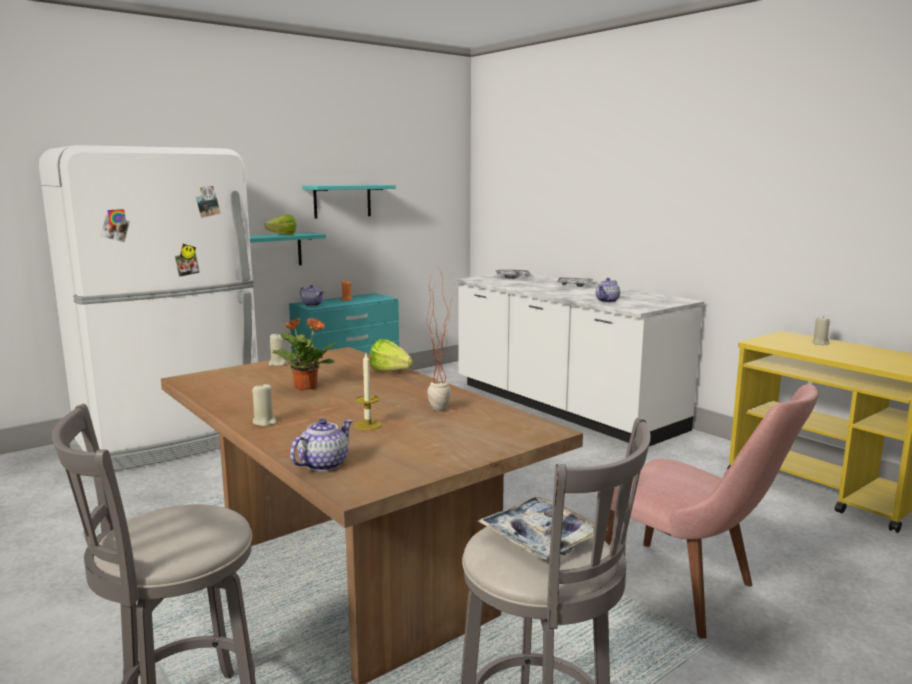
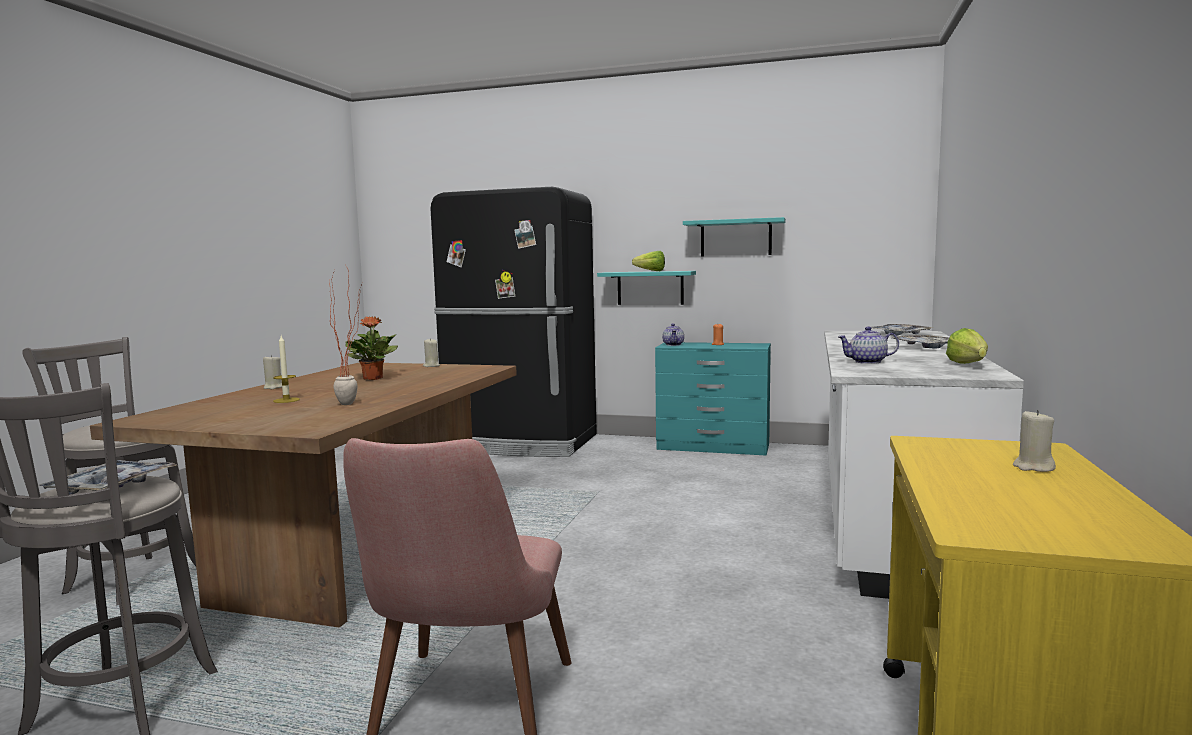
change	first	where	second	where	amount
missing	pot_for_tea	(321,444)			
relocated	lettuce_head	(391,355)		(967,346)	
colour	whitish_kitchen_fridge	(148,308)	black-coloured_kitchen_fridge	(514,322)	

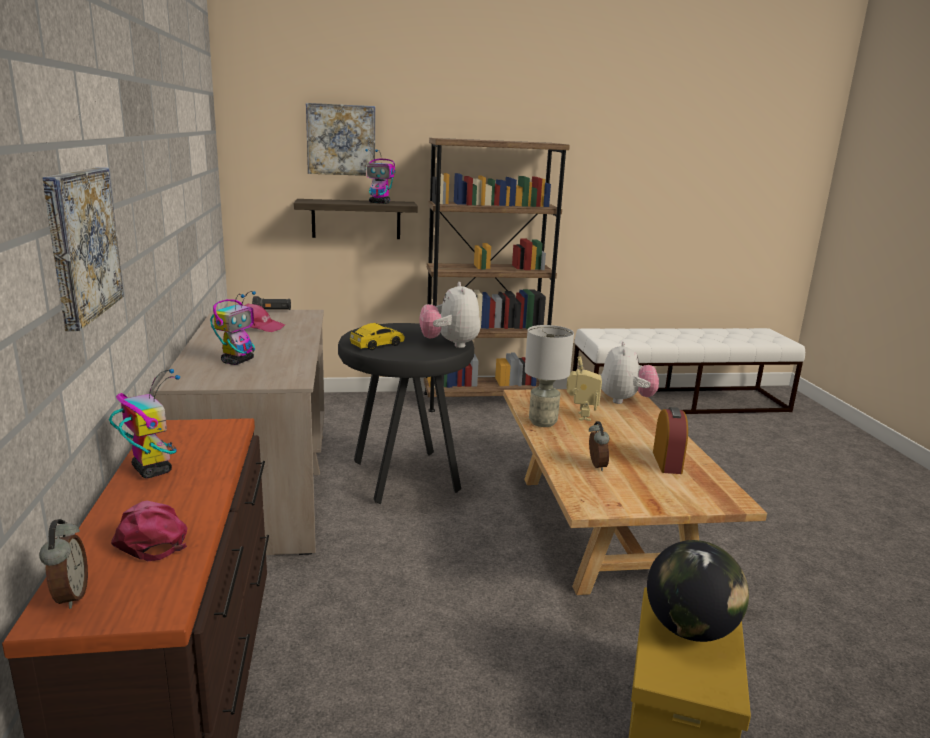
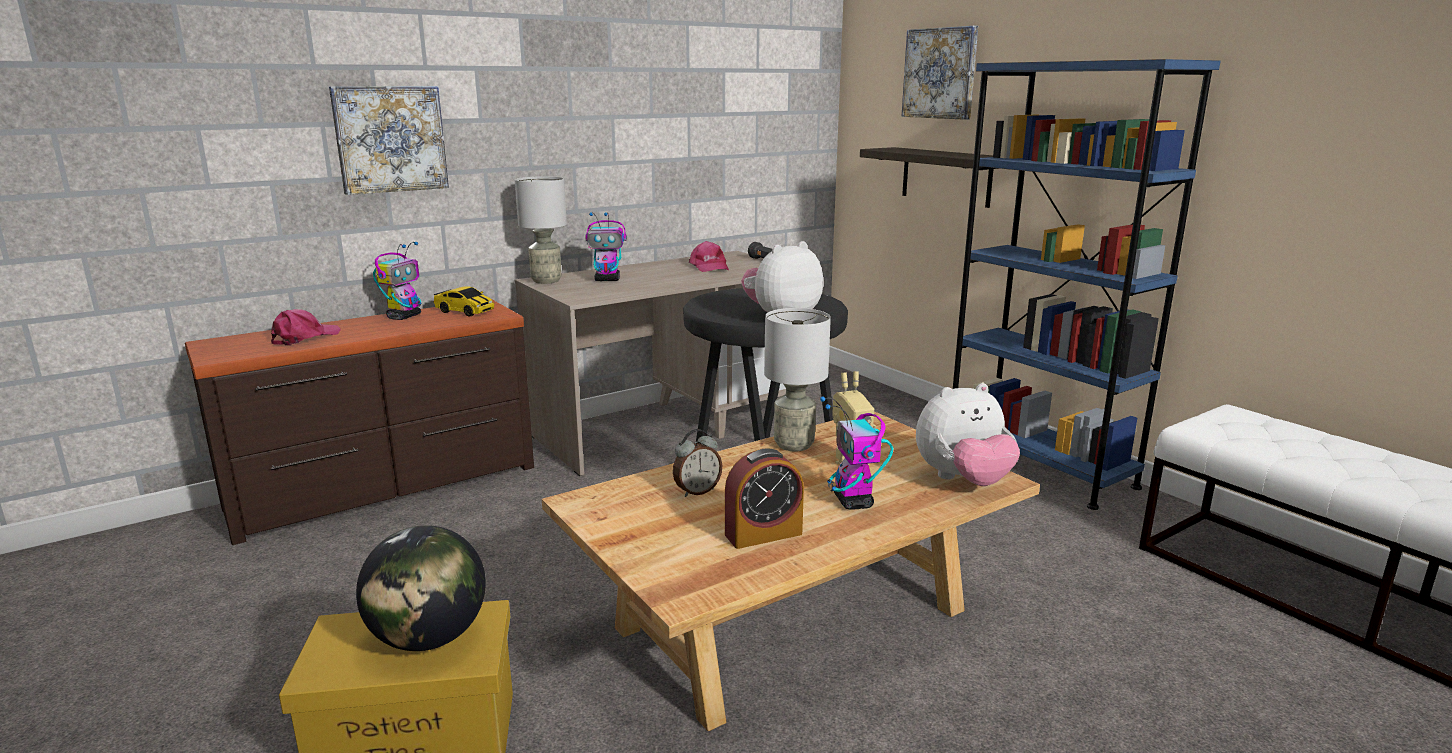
change	first	where	second	where	amount
missing	table_clock	(63,564)			
appeared			gray_tabletop_lamp	(541,230)	
relocated	miniature_car	(377,336)		(463,301)	
relocated	toy_robot	(380,176)		(856,453)	
colour	brown-coloured_bookshelf	(497,275)	blue_bookshelf	(1087,284)	

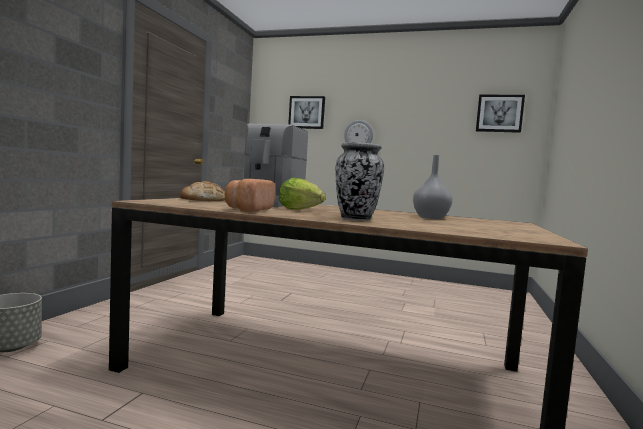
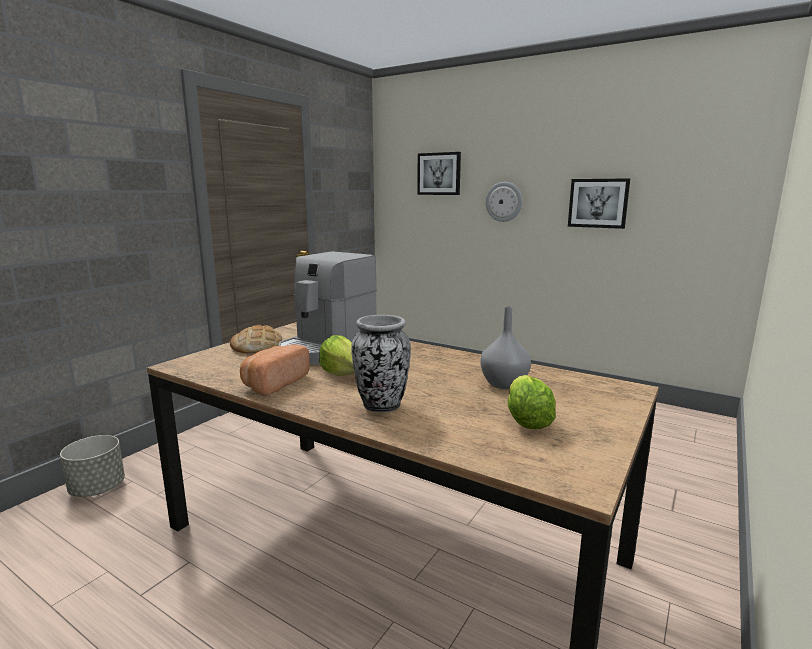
change	first	where	second	where	amount
appeared			lettuce_head	(532,402)	
relocated	picture	(500,114)		(599,203)	

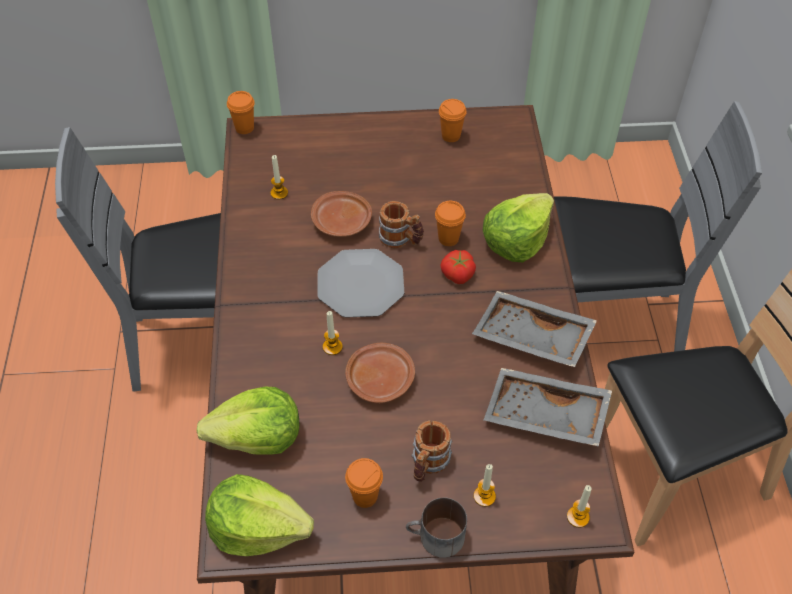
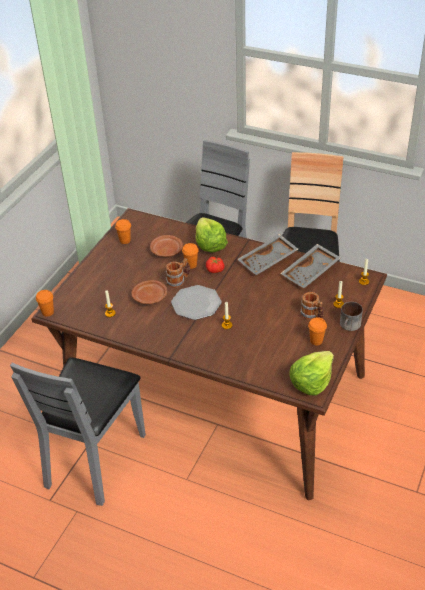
change	first	where	second	where	amount
missing	lettuce_head	(247,420)			
relocated	brown-coloured_dinner_plate	(380,373)		(166,246)	

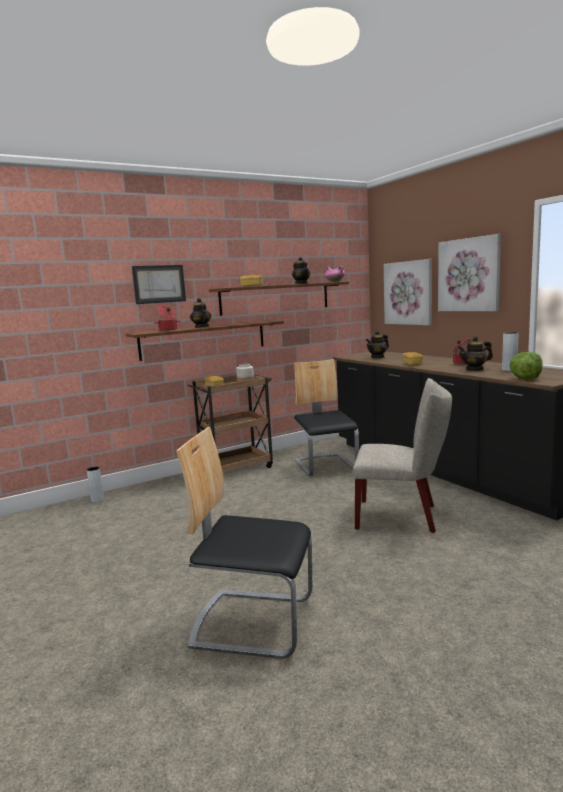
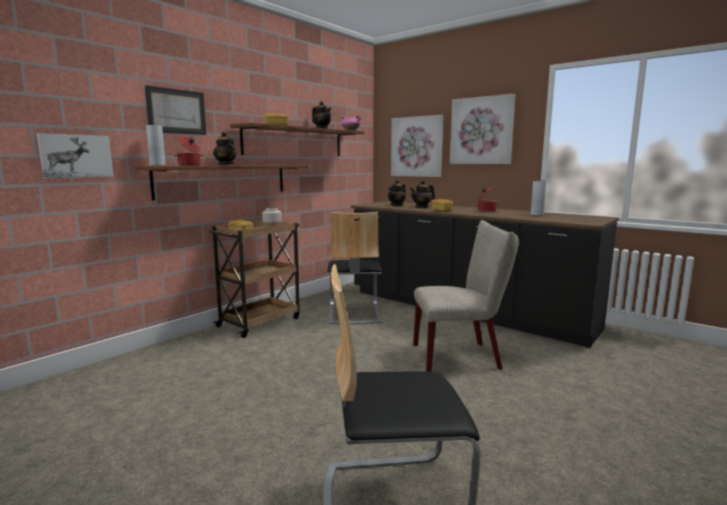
change	first	where	second	where	amount
missing	lettuce_head	(526,366)			
appeared			picture	(75,155)	
relocated	gray_vase	(95,485)		(156,145)	
relocated	pot_for_tea	(475,353)		(422,194)	
spun	plain_chair	(326,417)		(354,268)	150 degrees counterclockwise

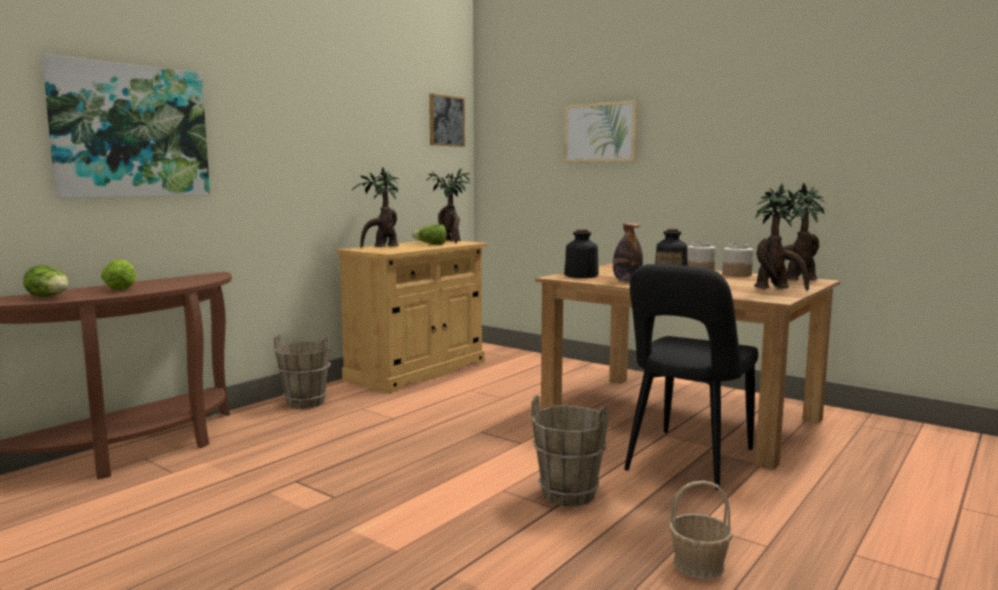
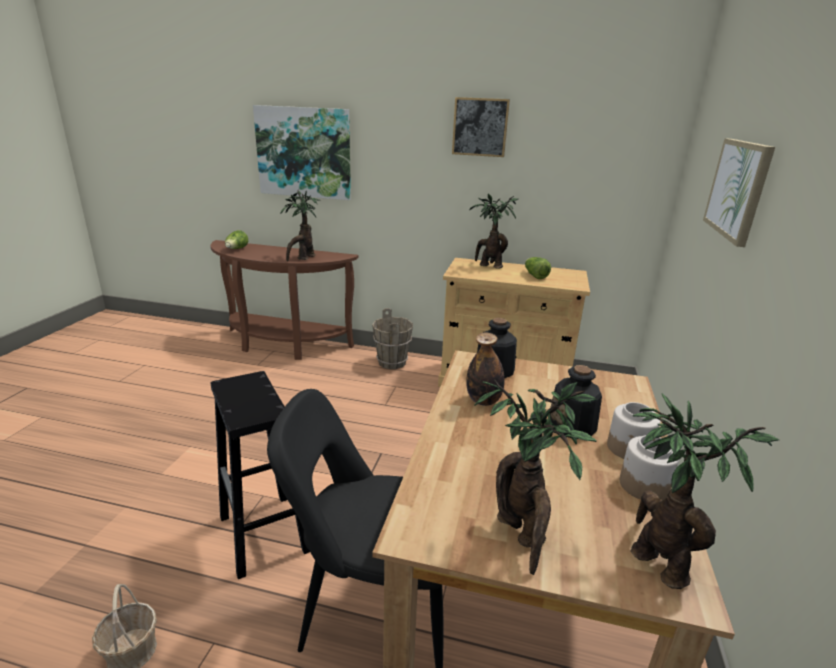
change	first	where	second	where	amount
missing	lettuce_head	(118,274)			
relocated	houseplant	(448,205)		(300,225)	
relocated	picture	(447,120)		(481,127)	
exchanged	brown-coloured_bucket	(570,450)	black-coloured_stool	(260,475)	

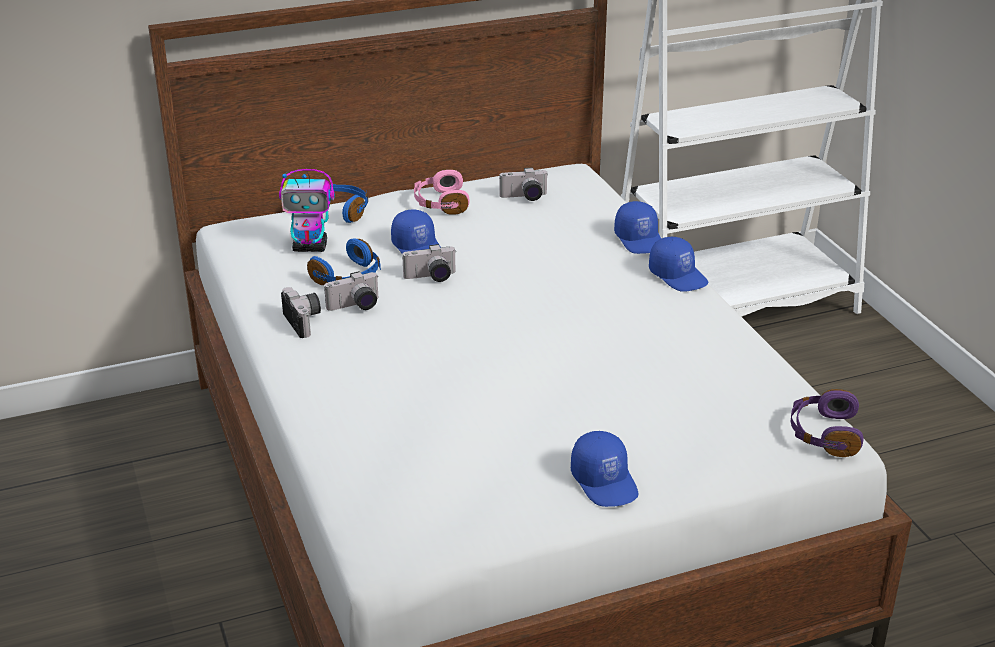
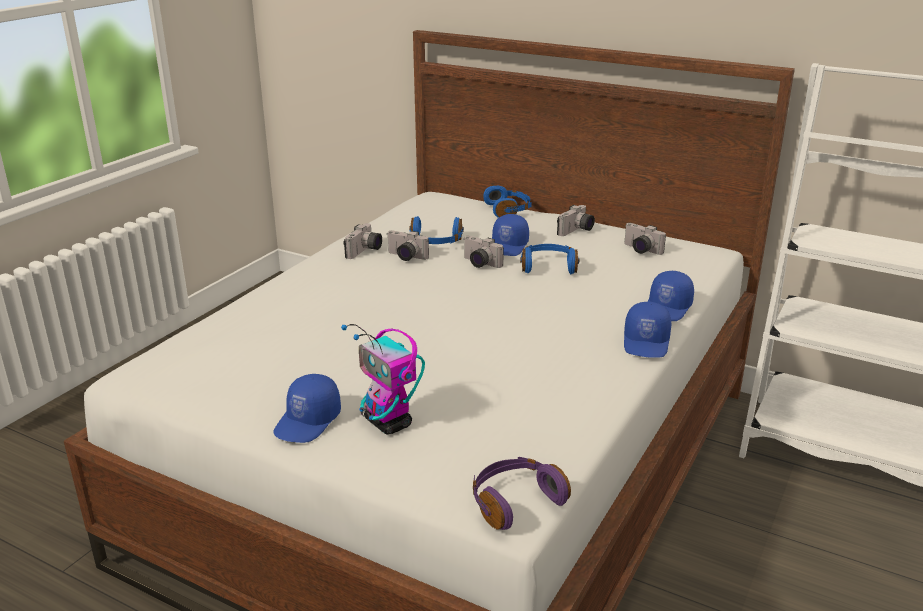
change	first	where	second	where	amount
appeared			blue_headphones	(549,259)	
relocated	toy_robot	(307,210)		(383,379)	
exchanged	pinkish_headphones	(441,192)	still_camera	(576,220)	

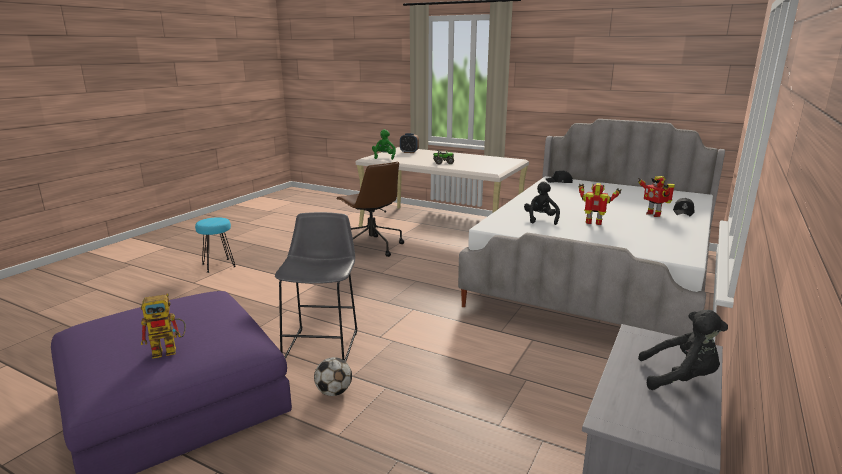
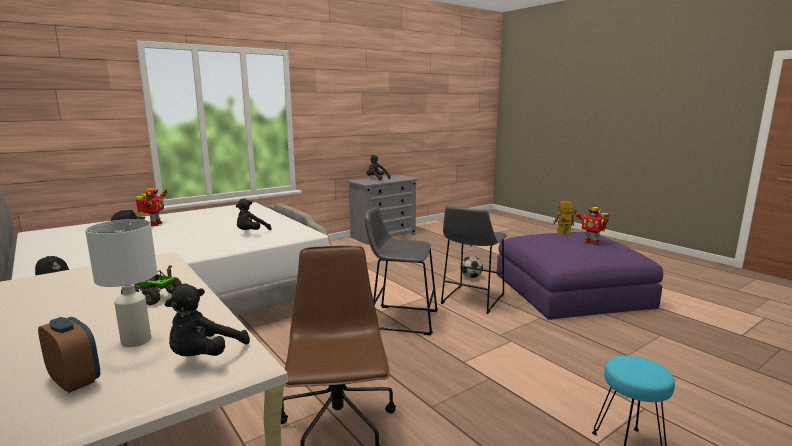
change	first	where	second	where	amount
appeared			whitish_tabletop_lamp	(121,283)	
appeared			gray_stool	(401,271)	
relocated	toy_robot	(600,204)		(591,226)	
colour	green-coloured_plush_toy	(384,144)	black-coloured_plush_toy	(207,320)	

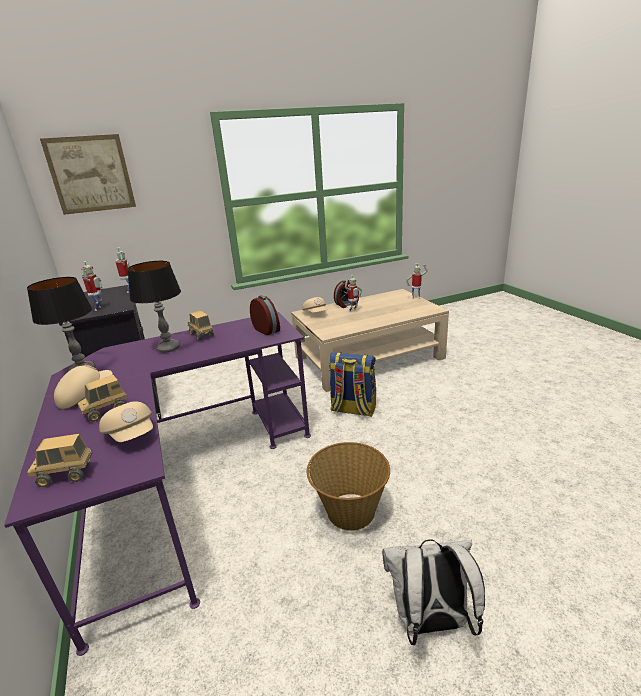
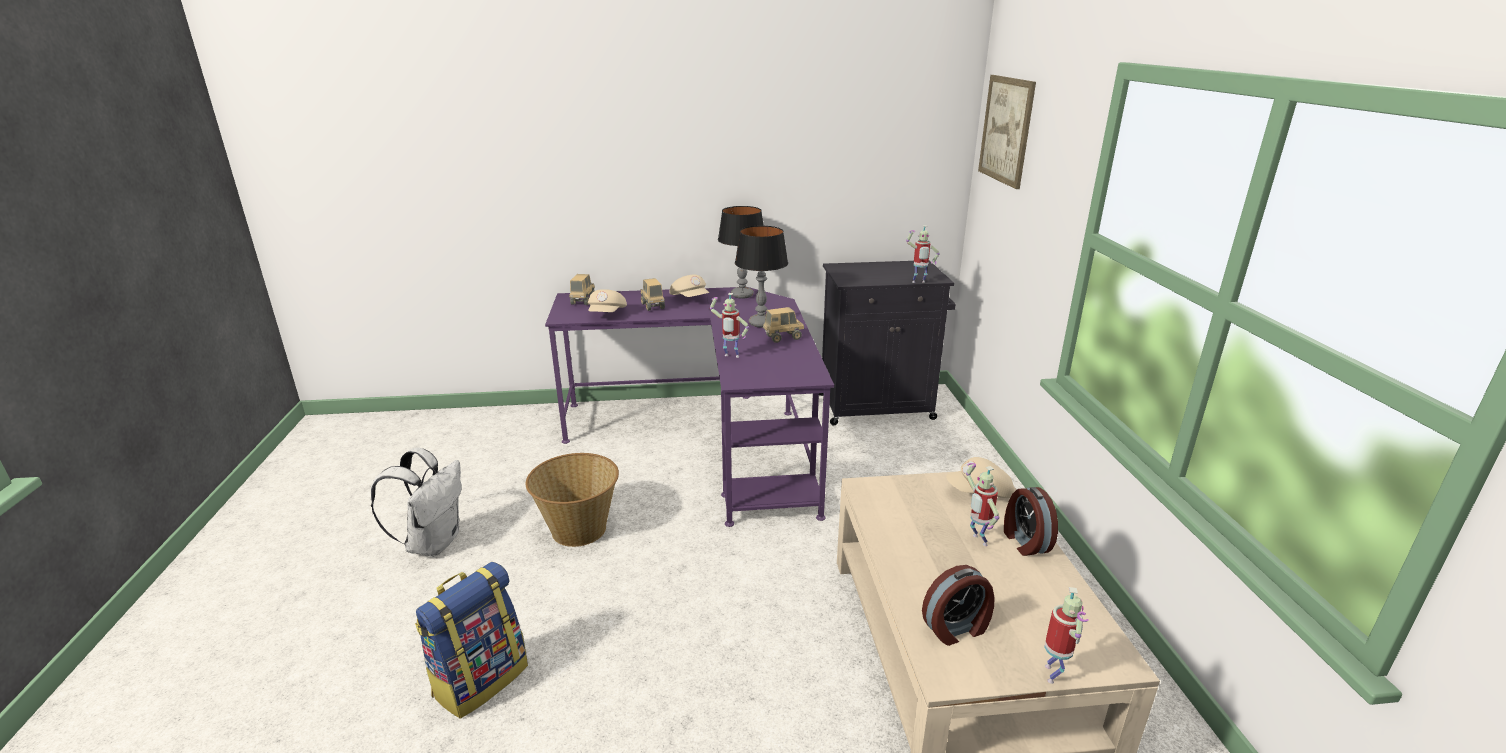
change	first	where	second	where	amount
relocated	toy_robot	(92,286)		(729,325)	
relocated	table_clock	(265,315)		(958,605)	
relocated	knapsack	(352,384)		(471,640)	
spun	sand-coloured_baseball_cap	(126,421)		(607,300)	60 degrees counterclockwise

